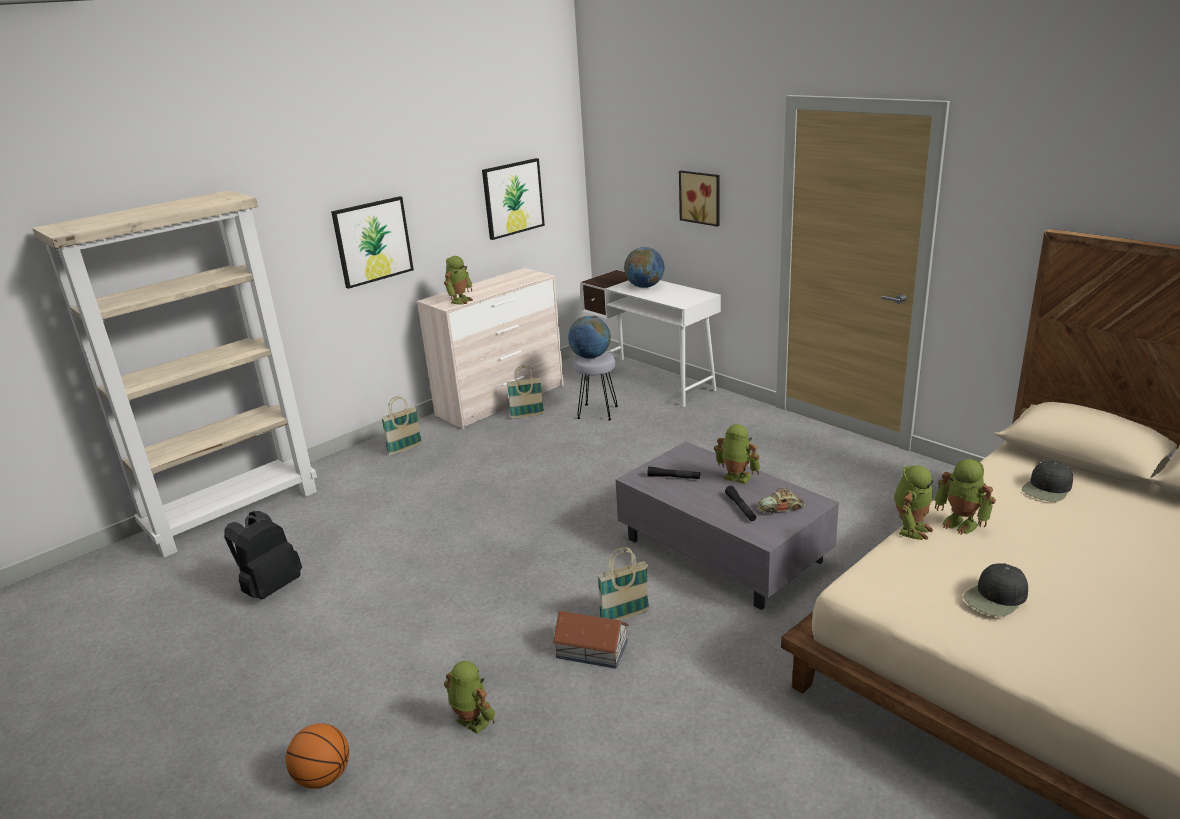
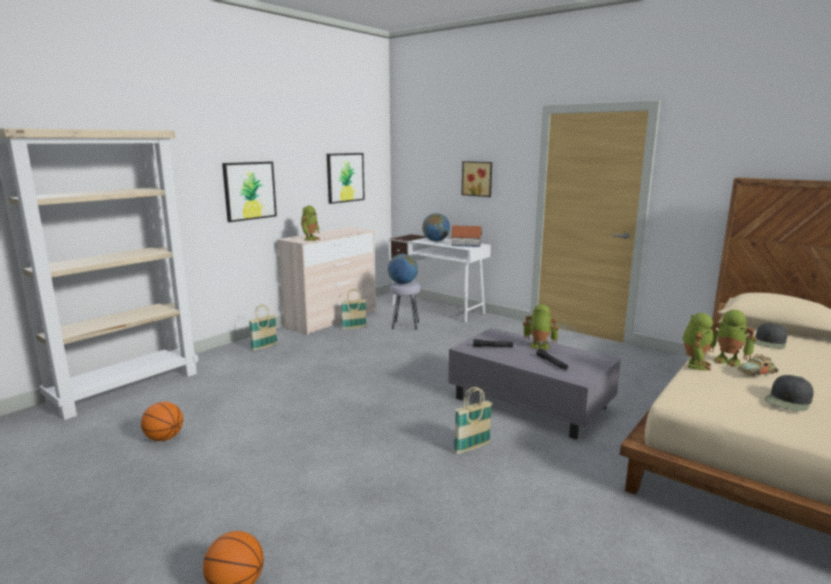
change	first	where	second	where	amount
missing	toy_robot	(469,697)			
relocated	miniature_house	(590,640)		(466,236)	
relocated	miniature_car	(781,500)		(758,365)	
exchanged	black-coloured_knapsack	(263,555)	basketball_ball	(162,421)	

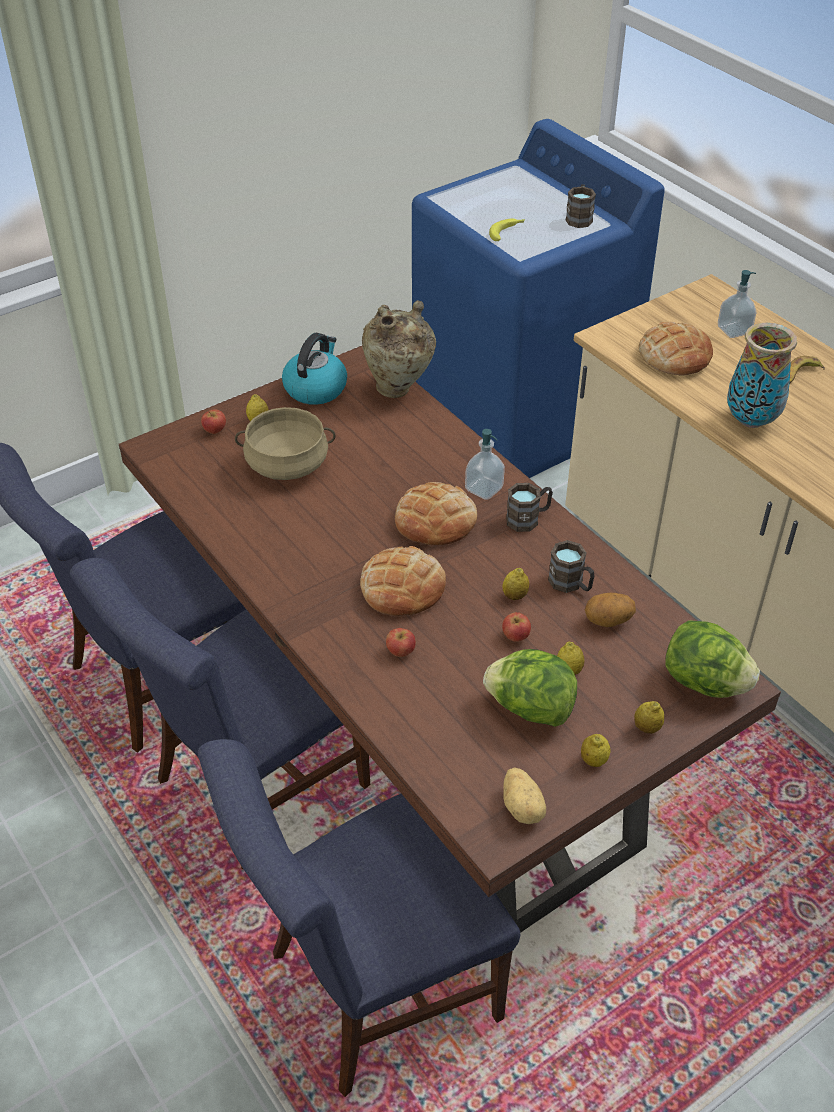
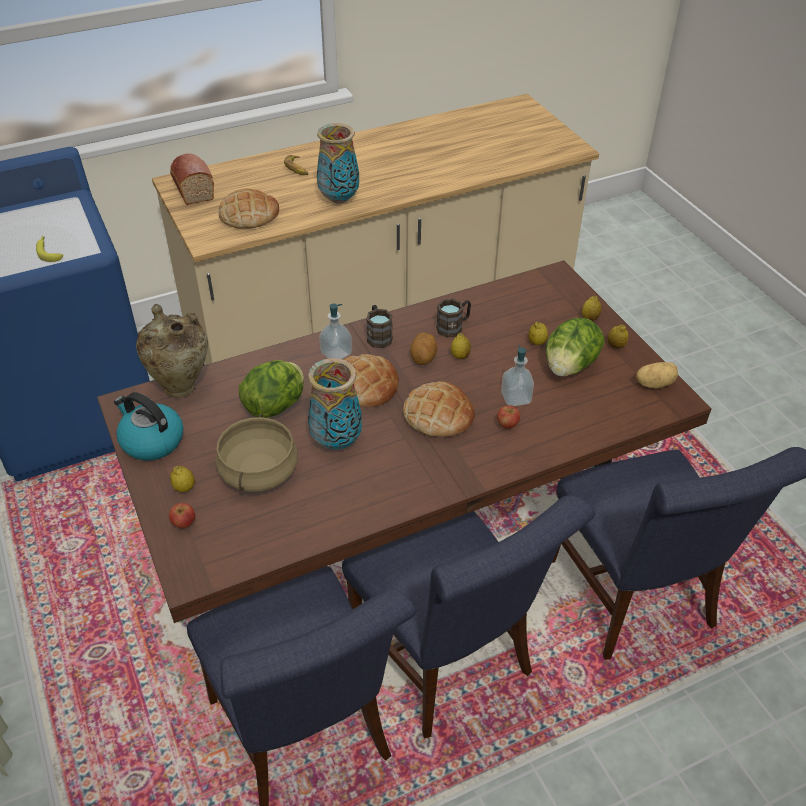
change	first	where	second	where	amount
missing	apple_fruit	(516,627)			
missing	brown-coloured_mug	(581,206)			
appeared			bread	(192,179)	
appeared			vase	(335,403)	
relocated	spud	(610,610)		(424,348)	
relocated	lettuce_head	(712,659)		(271,389)	
relocated	soap_bottle	(737,304)		(517,376)	

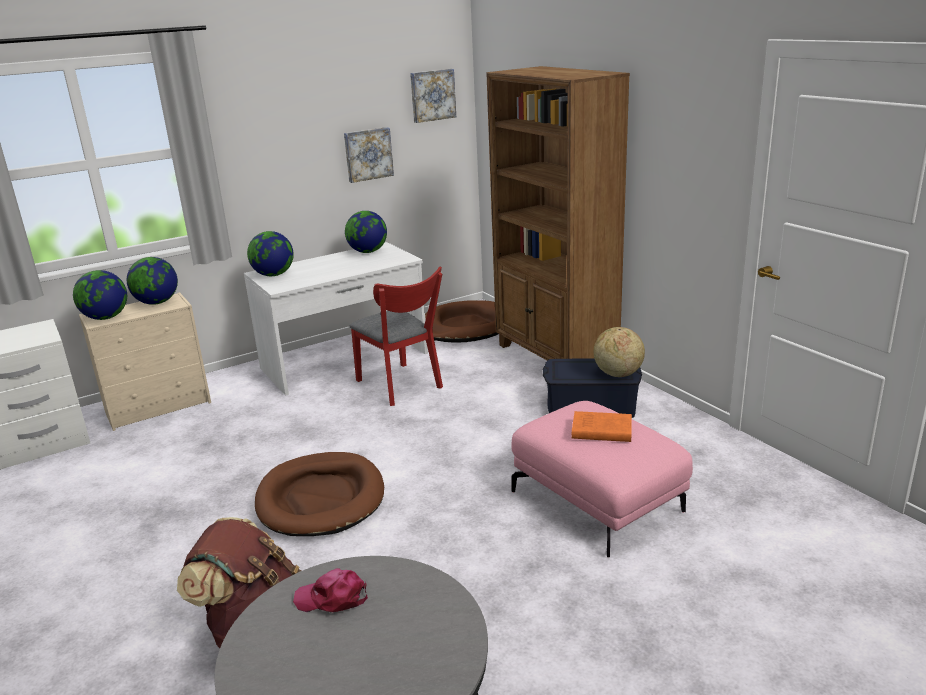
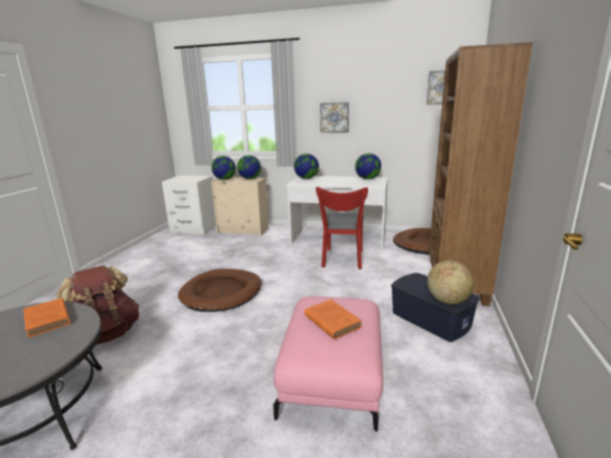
change	first	where	second	where	amount
relocated	picture	(369,155)		(334,117)	
exchanged	pinkish_baseball_cap	(330,590)	orange-coloured_book	(47,318)	

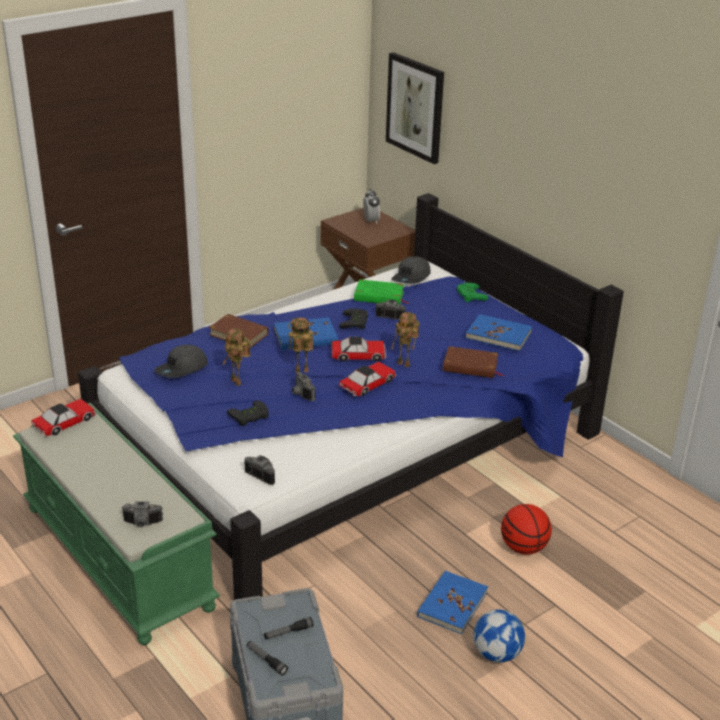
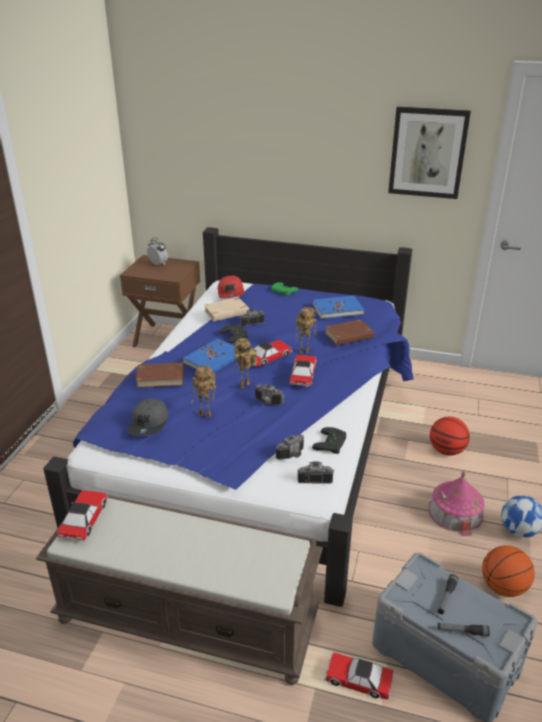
change	first	where	second	where	amount
appeared			miniature_car	(359,675)	
appeared			basketball_ball	(508,571)	
relocated	still_camera	(142,514)		(290,447)	
relocated	black-coloured_joypad	(248,413)		(329,440)	
relocated	picture	(415,108)		(429,152)	
exchanged	blue_book	(452,602)	miniature_house	(456,503)	
colour	green-coloured_indoor_bench	(116,524)	brown-coloured_indoor_bench	(179,587)	
colour	green-coloured_book	(381,292)	sand-coloured_book	(226,309)	
colour	gray_baseball_cap	(411,270)	red-coloured_baseball_cap	(231,287)	

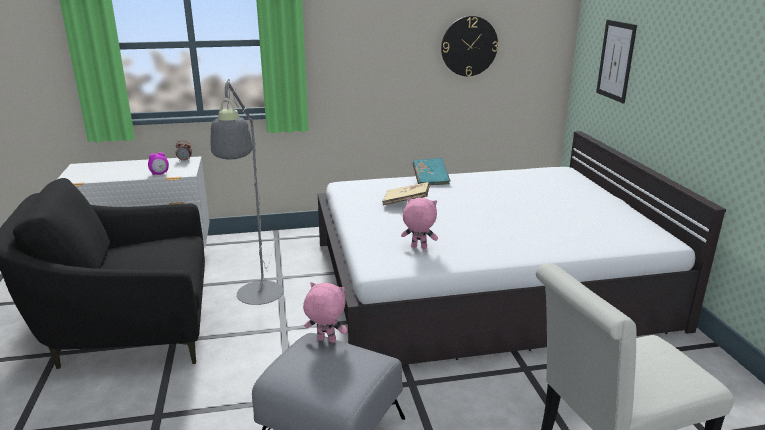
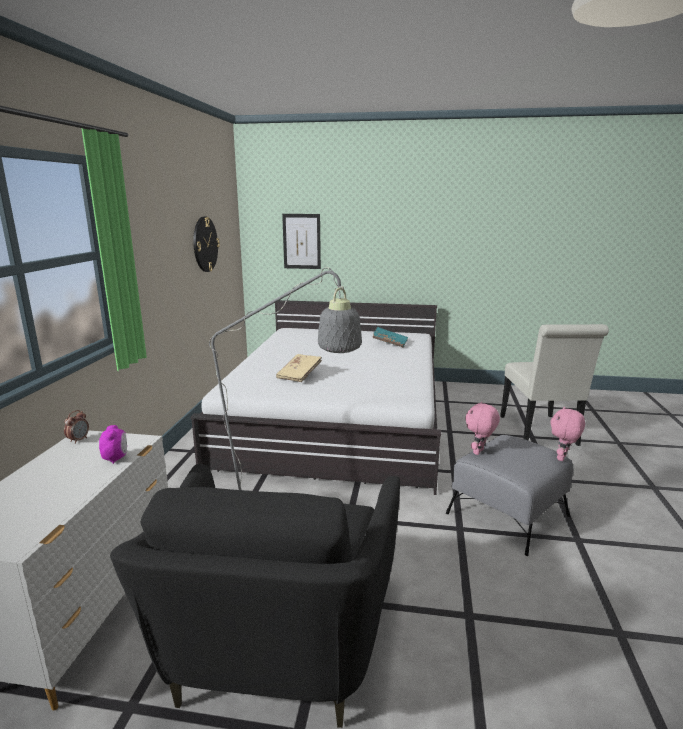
change	first	where	second	where	amount
relocated	pinkish_plush_toy	(419,223)		(567,434)	
relocated	blue-green_book	(432,171)		(390,337)	

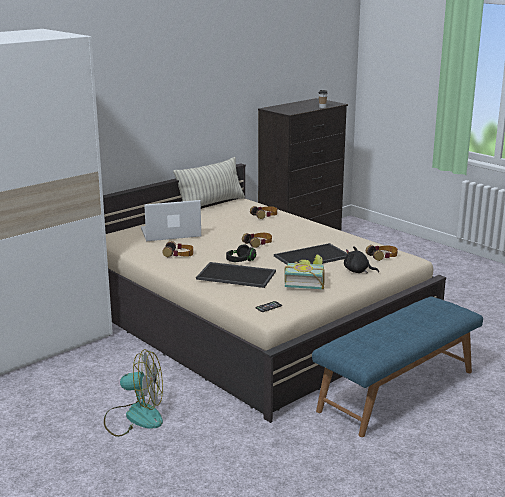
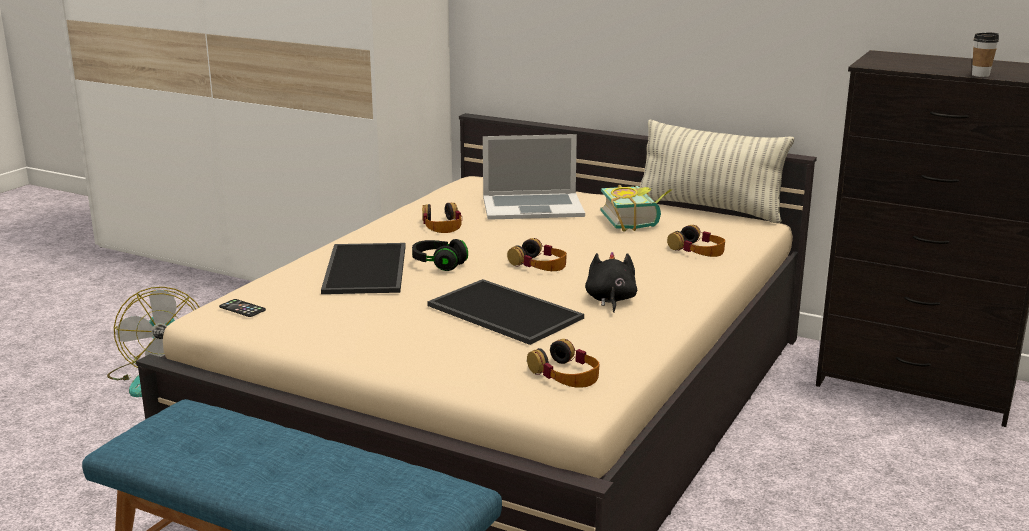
change	first	where	second	where	amount
relocated	book	(304,272)		(636,208)	
relocated	black-coloured_plush_toy	(361,260)		(611,282)	
spun	laptop	(171,220)		(534,177)	120 degrees clockwise

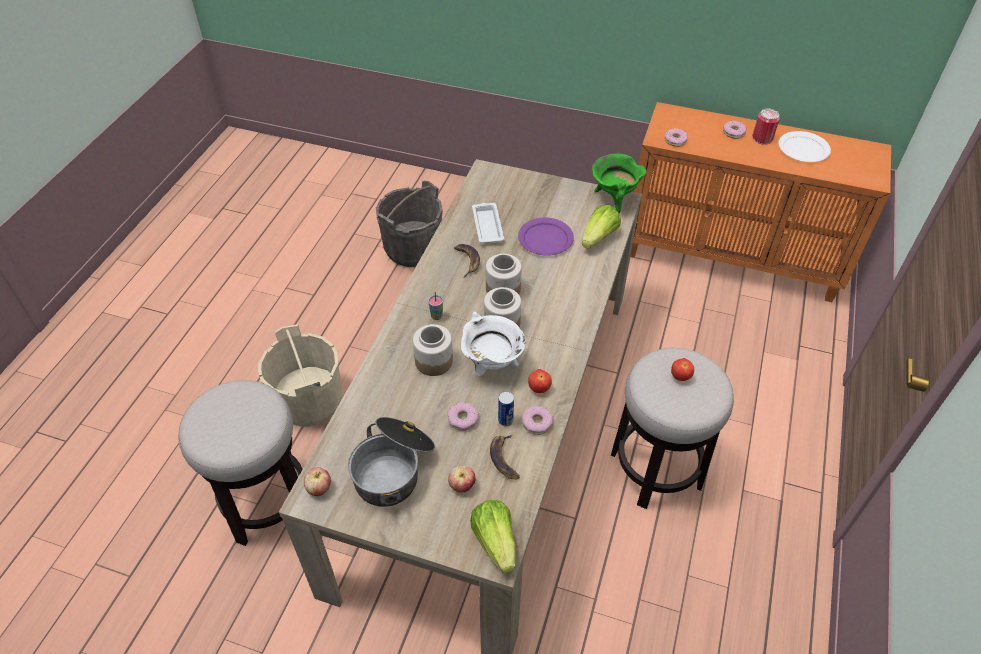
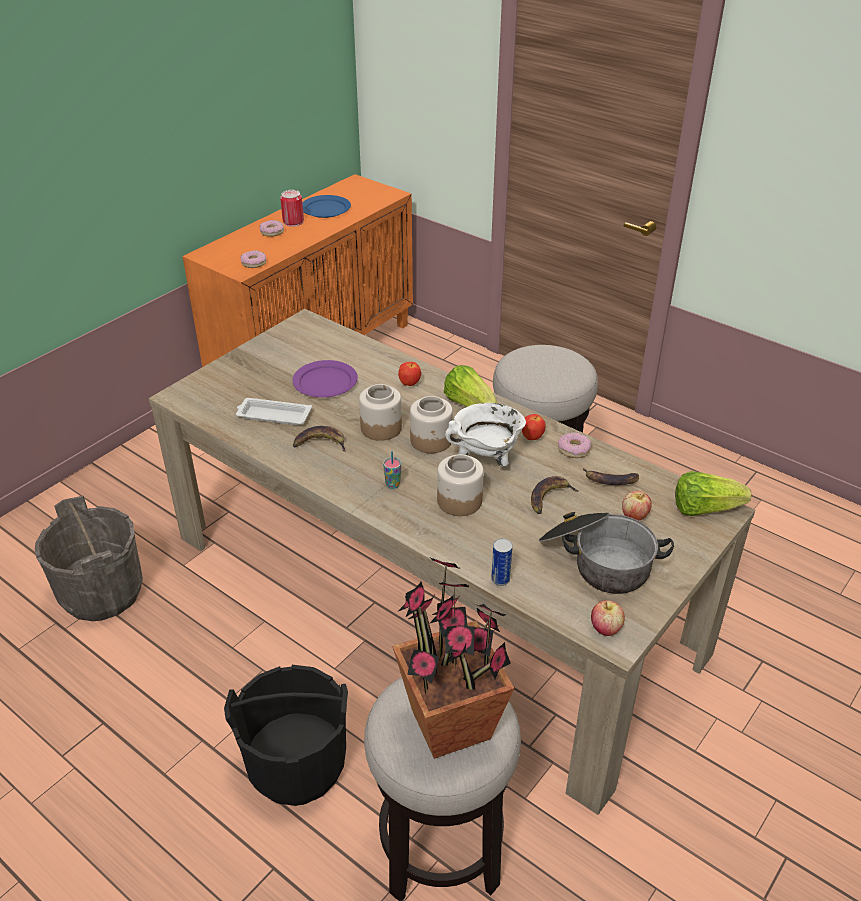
change	first	where	second	where	amount
missing	green-coloured_cooking_pot	(619,183)			
appeared			houseplant	(453,658)	
relocated	can	(506,408)		(501,562)	
relocated	lettuce_head	(601,227)		(471,386)	
relocated	apple_fruit	(682,369)		(409,374)	
exchanged	ring_doughnut	(463,416)	whole_banana	(555,495)	
colour	sand-coloured_bucket	(300,375)	black-coloured_bucket	(286,735)	
colour	whitish_dinner_plate	(805,146)	blue_dinner_plate	(326,206)	

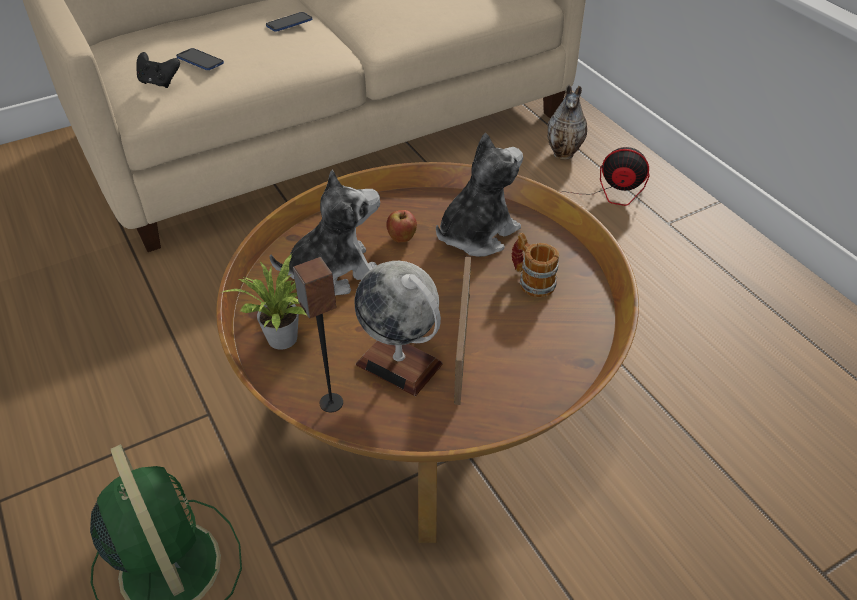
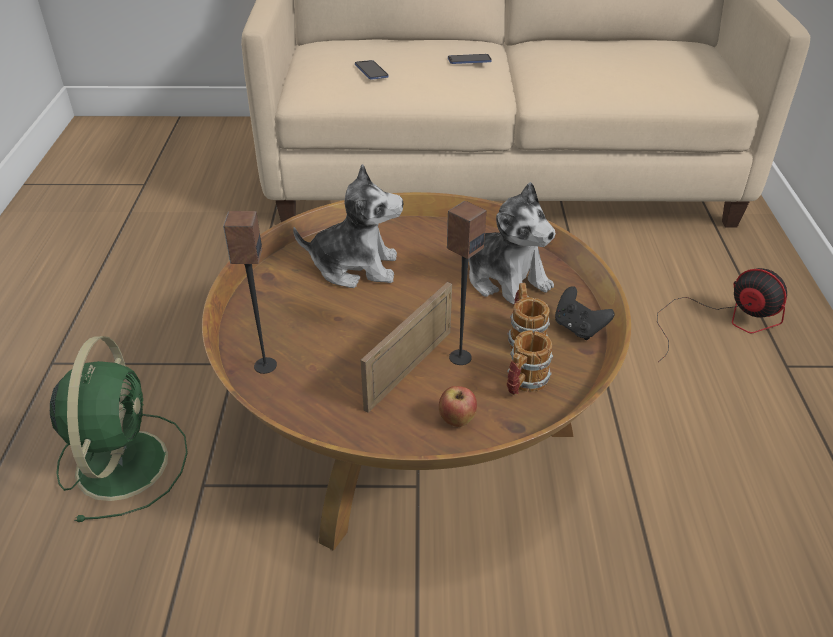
change	first	where	second	where	amount
missing	houseplant	(265,302)			
missing	world_globe	(399,328)			
missing	vase	(567,122)			
appeared			audio_speaker	(466,283)	
appeared			mug	(530,362)	
relocated	black-coloured_joypad	(158,70)		(585,313)	
relocated	apple_fruit	(401,226)		(458,406)	
spun	plush_toy	(479,195)		(512,243)	60 degrees clockwise

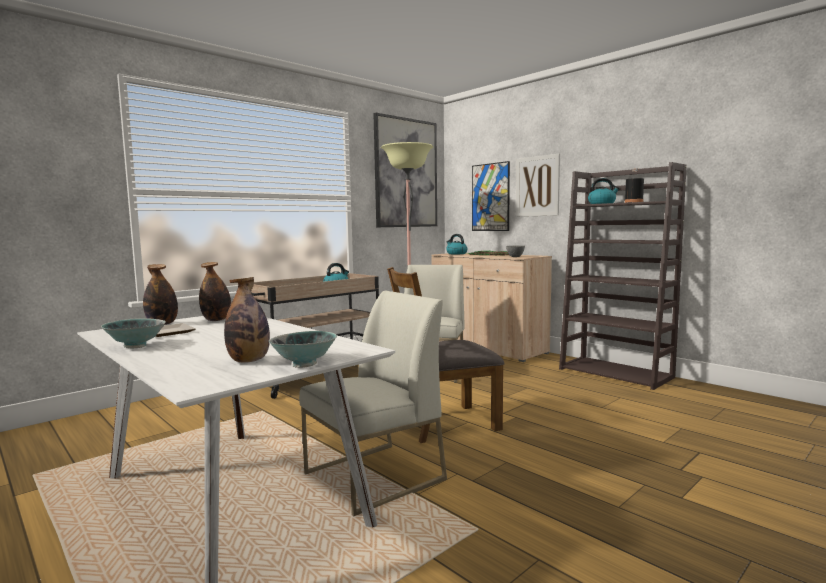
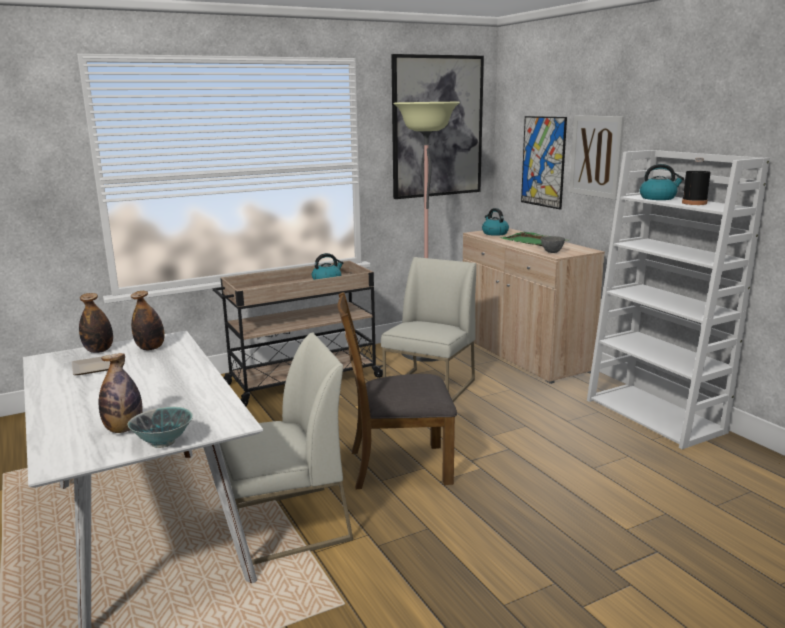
change	first	where	second	where	amount
missing	serving_bowl	(133,333)			
colour	brown-coloured_bookshelf	(623,276)	whitish_bookshelf	(678,299)	

